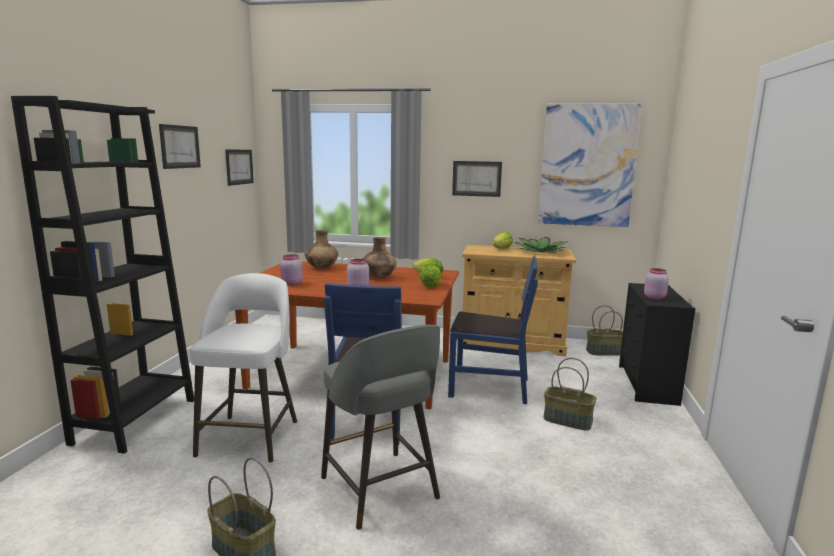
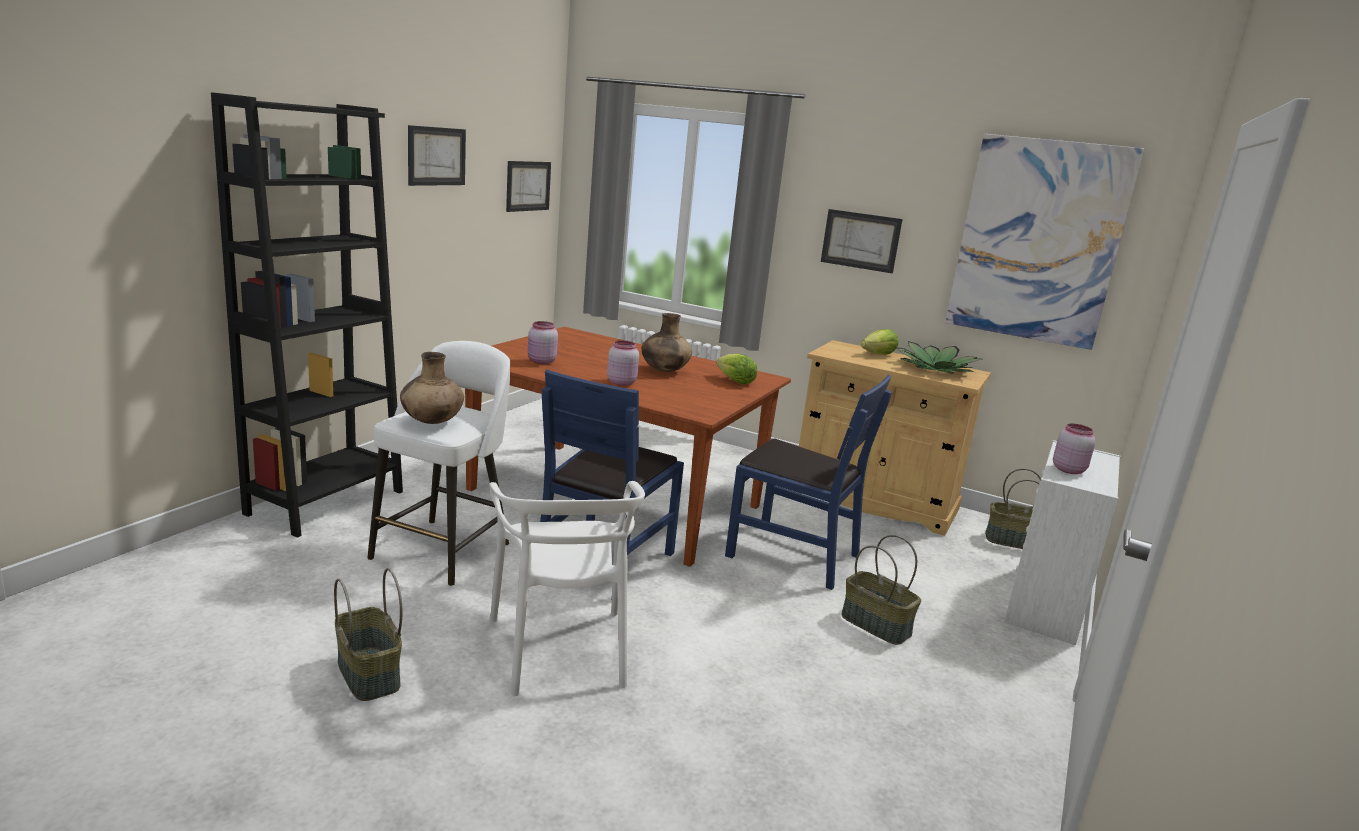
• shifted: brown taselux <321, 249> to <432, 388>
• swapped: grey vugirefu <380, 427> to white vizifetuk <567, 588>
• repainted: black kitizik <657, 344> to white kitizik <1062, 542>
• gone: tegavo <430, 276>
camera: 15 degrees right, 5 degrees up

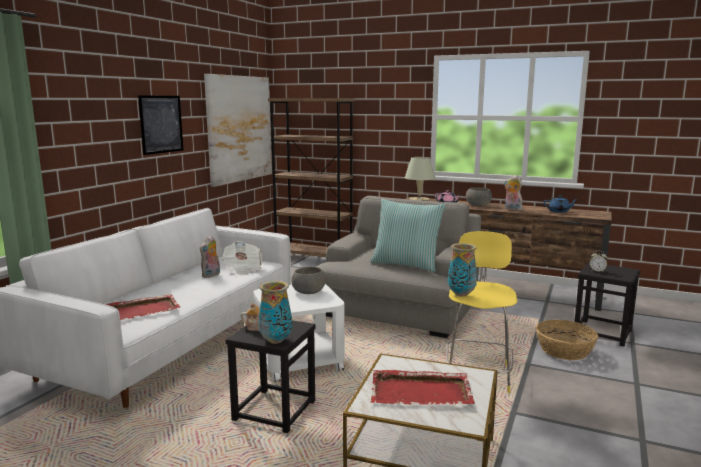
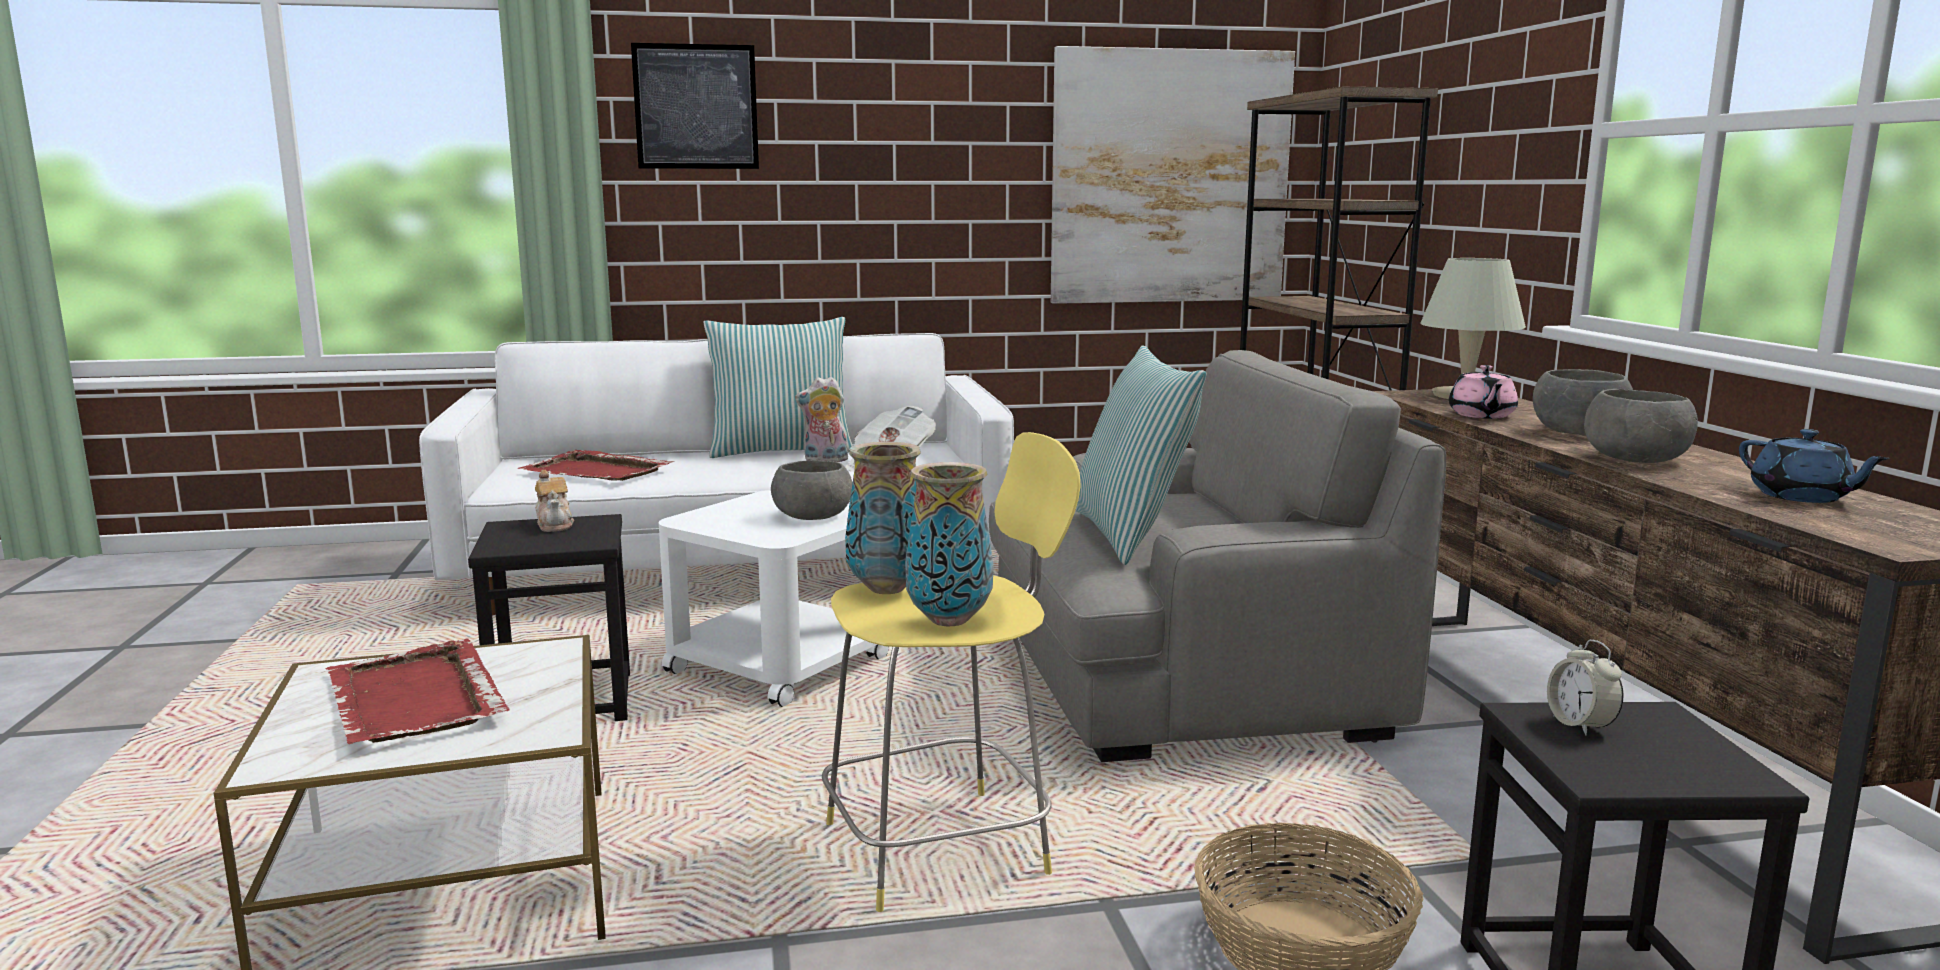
• shifted: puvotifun <160, 125> to <695, 106>
• new: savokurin <778, 387>
• shifted: taselux <275, 312> to <949, 544>
• swapped: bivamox <513, 193> to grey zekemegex <1641, 426>
camera: 55 degrees right, 0 degrees up

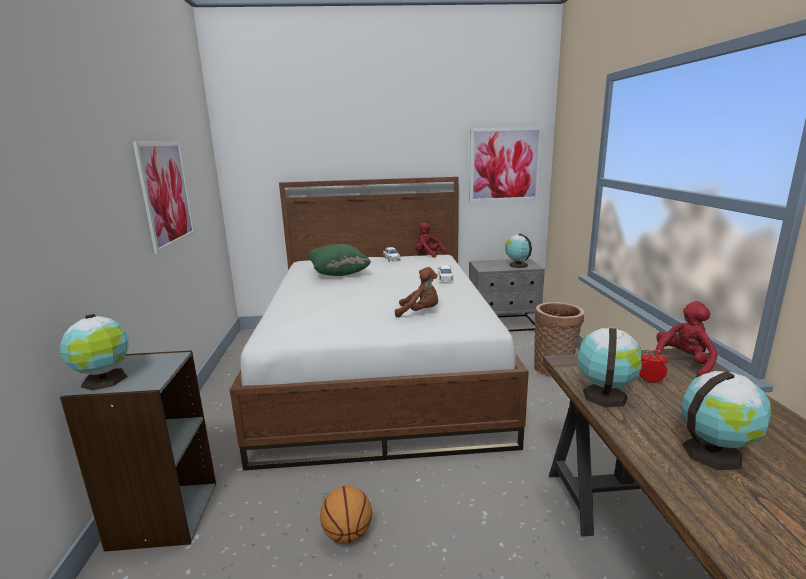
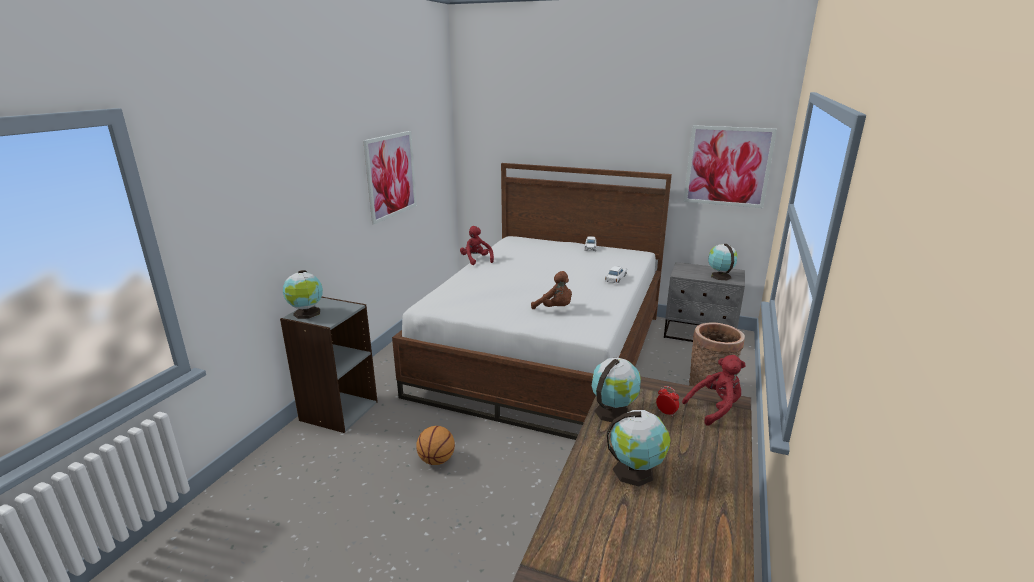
• shifted: red bivamox <431, 240> to <477, 245>
• gone: green savokurin <339, 260>
camera: 25 degrees right, 5 degrees up

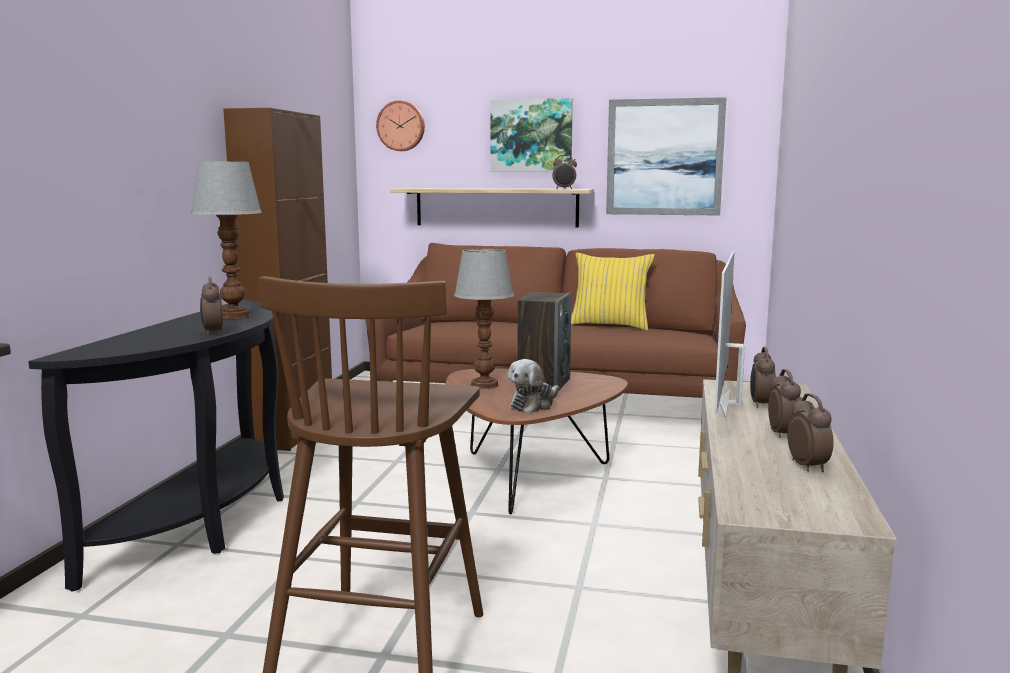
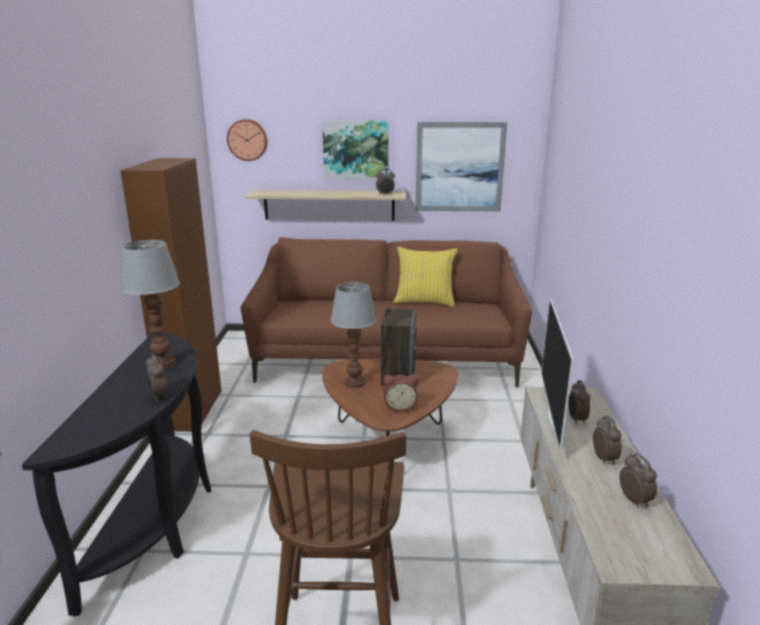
• swapped: bivamox <533, 386> to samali <400, 393>
camera: 10 degrees left, 10 degrees up

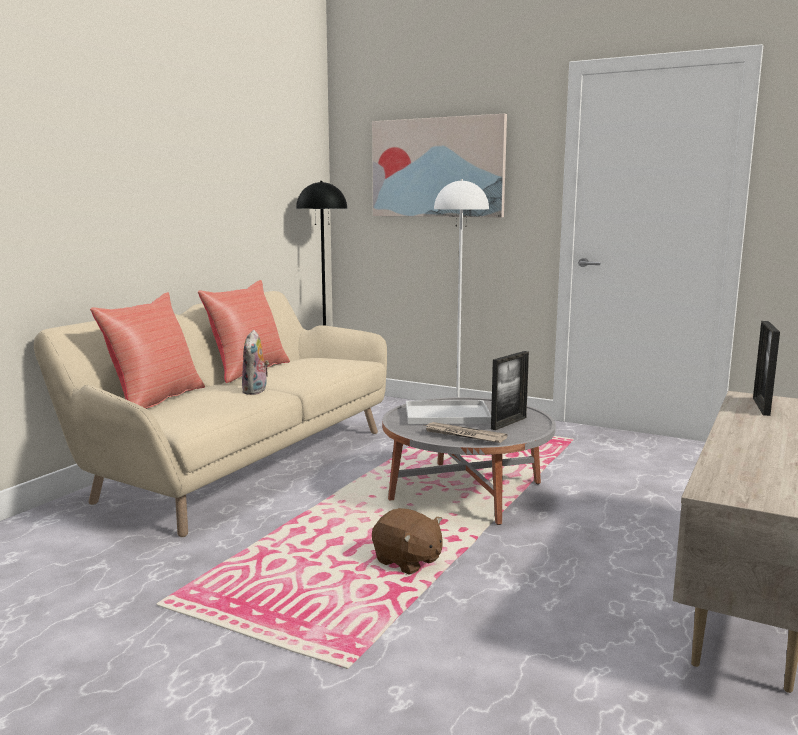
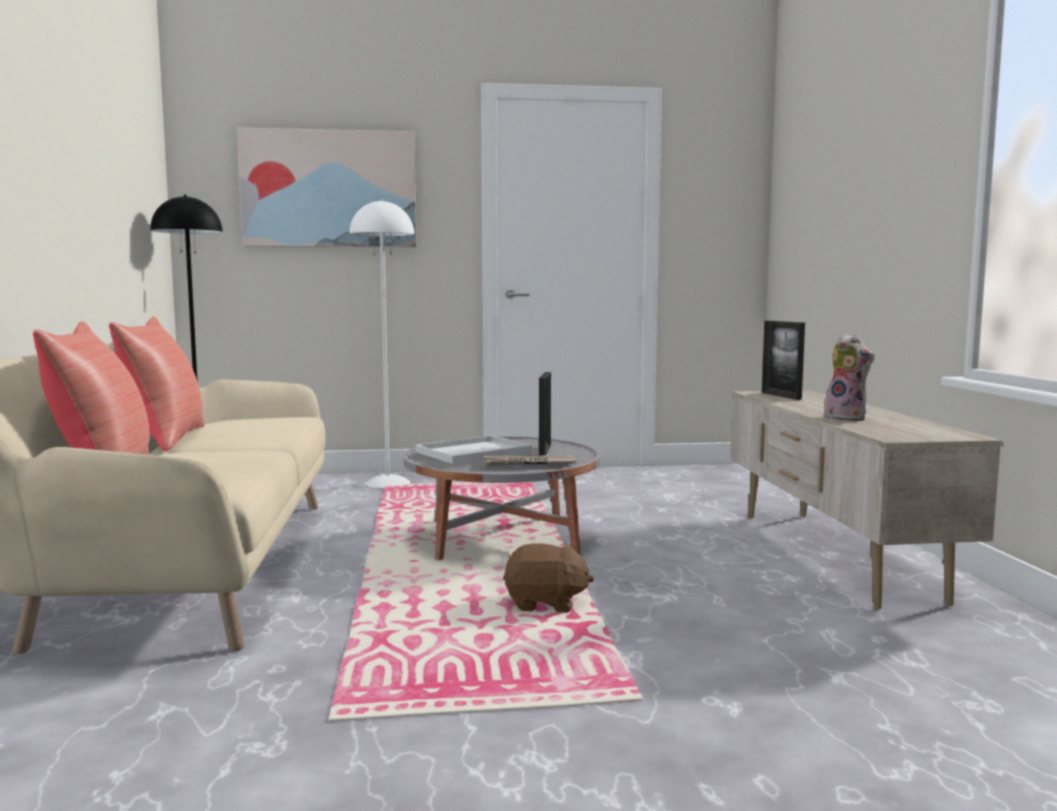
• shifted: bivamox <255, 362> to <849, 377>
camera: 35 degrees left, 5 degrees down

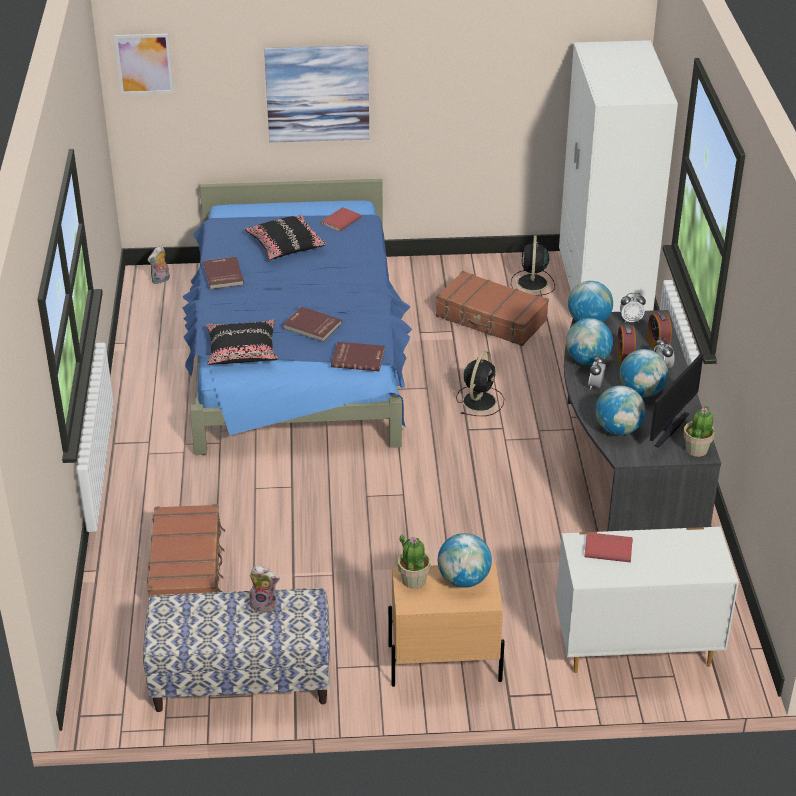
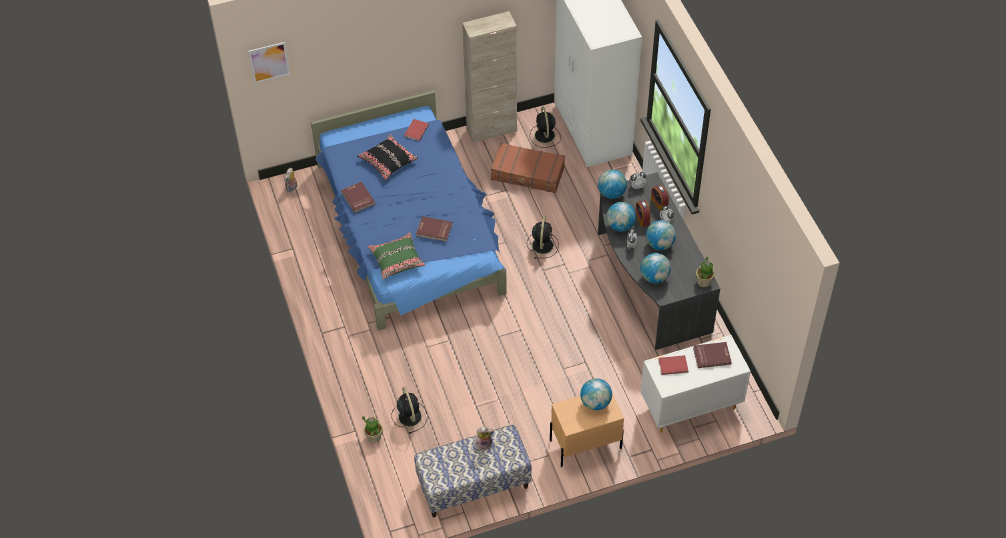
• shifted: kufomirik <414, 562> to <372, 429>
• repainted: black savokurin <242, 342> to green savokurin <397, 255>
• swapped: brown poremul <186, 550> to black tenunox <409, 410>
• new: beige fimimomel <489, 77>
• shifted: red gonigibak <358, 356> to <712, 355>
• gone: puvotifun <316, 94>
• gone: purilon <677, 400>
camera: 15 degrees left, 15 degrees up

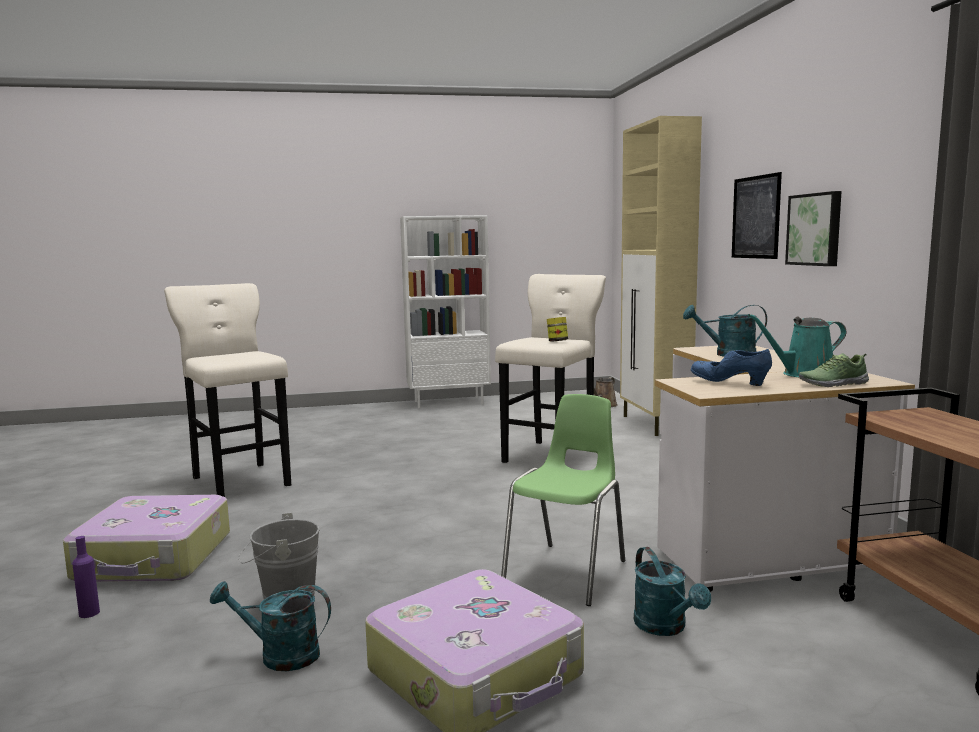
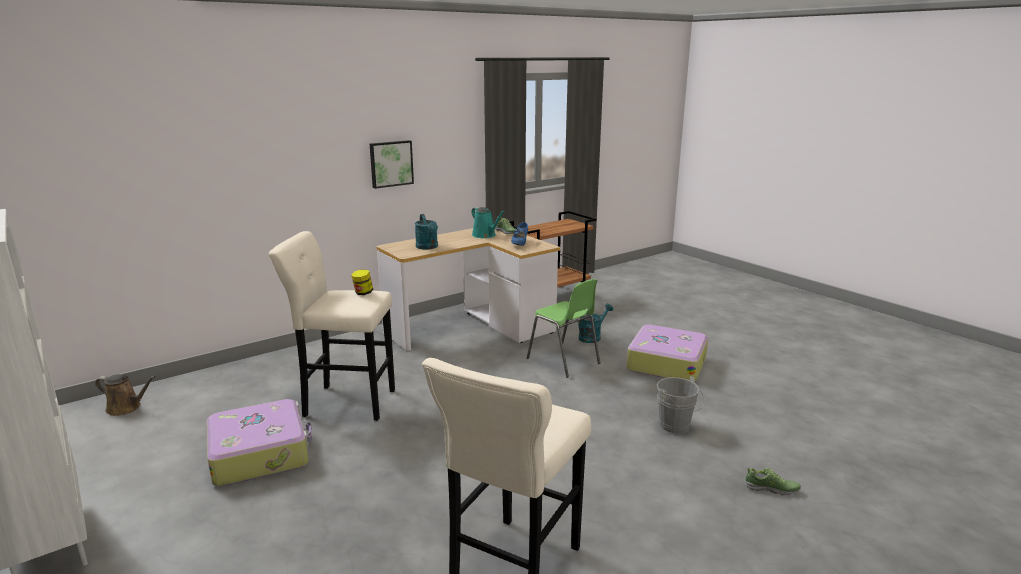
• shifted: poremul <146, 538> to <259, 442>
• rotated: green vizifetuk <563, 500> = <563, 328> 135 degrees counterclockwise
• swapped: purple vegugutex <86, 577> to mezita <772, 481>
• gone: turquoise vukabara <270, 626>
• gone: beige fimimomel <661, 276>
• gone: puvotifun <757, 215>
camera: 115 degrees left, 10 degrees up

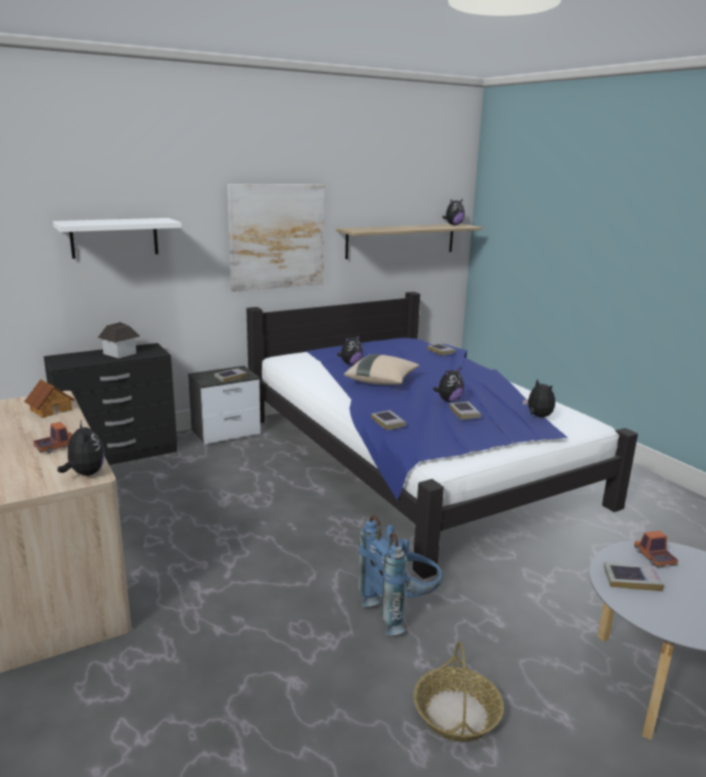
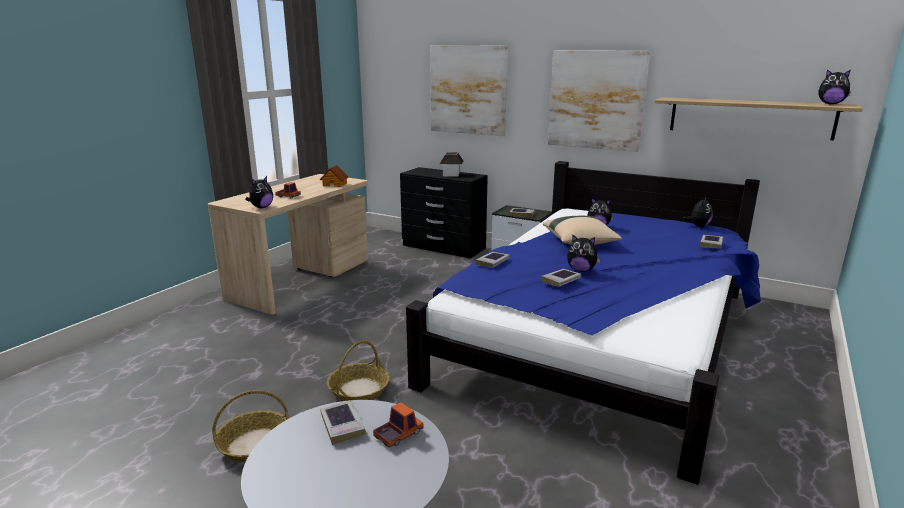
• swapped: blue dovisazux <400, 575> to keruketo <358, 370>
• swapped: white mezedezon <117, 238> to puvotifun <469, 91>
• shifted: bivamox <539, 398> to <698, 211>
camera: 60 degrees right, 0 degrees up

